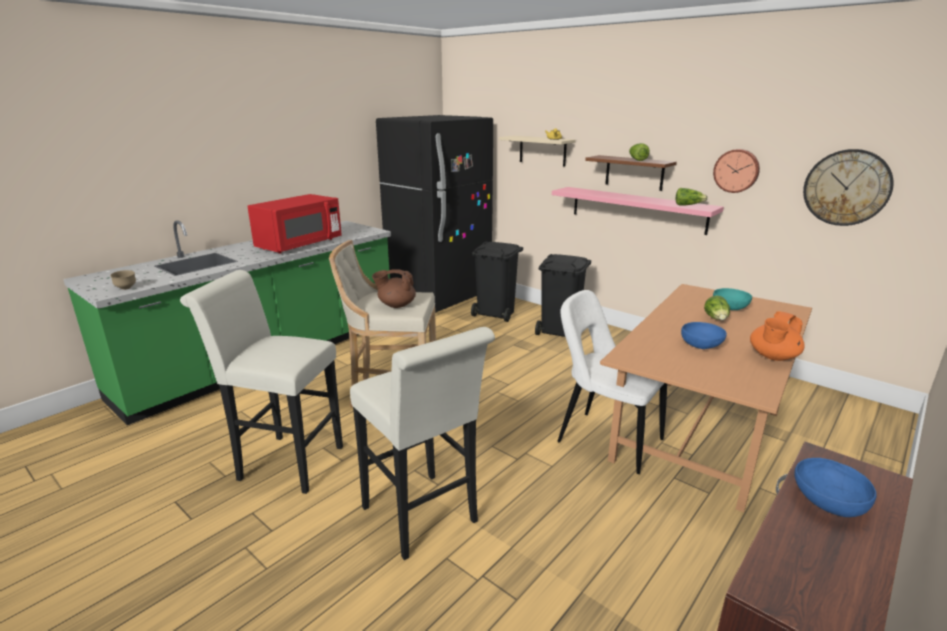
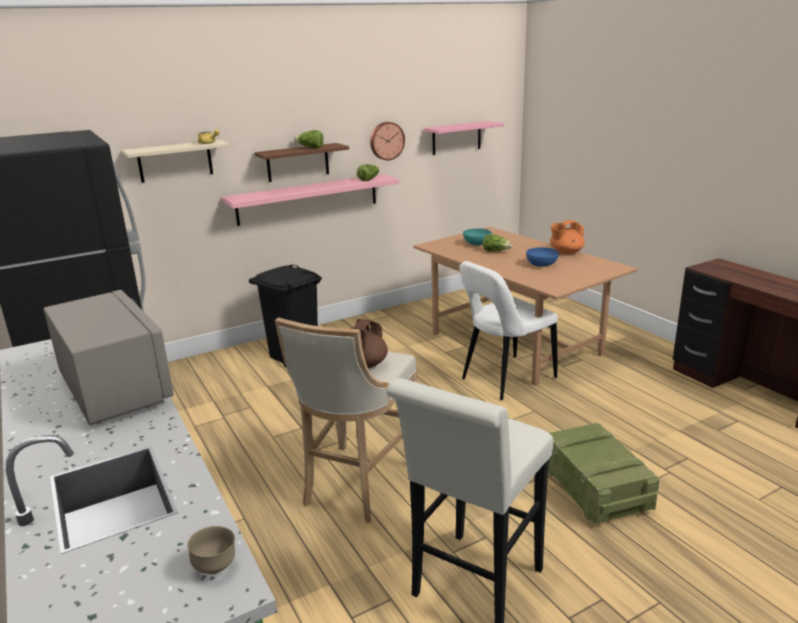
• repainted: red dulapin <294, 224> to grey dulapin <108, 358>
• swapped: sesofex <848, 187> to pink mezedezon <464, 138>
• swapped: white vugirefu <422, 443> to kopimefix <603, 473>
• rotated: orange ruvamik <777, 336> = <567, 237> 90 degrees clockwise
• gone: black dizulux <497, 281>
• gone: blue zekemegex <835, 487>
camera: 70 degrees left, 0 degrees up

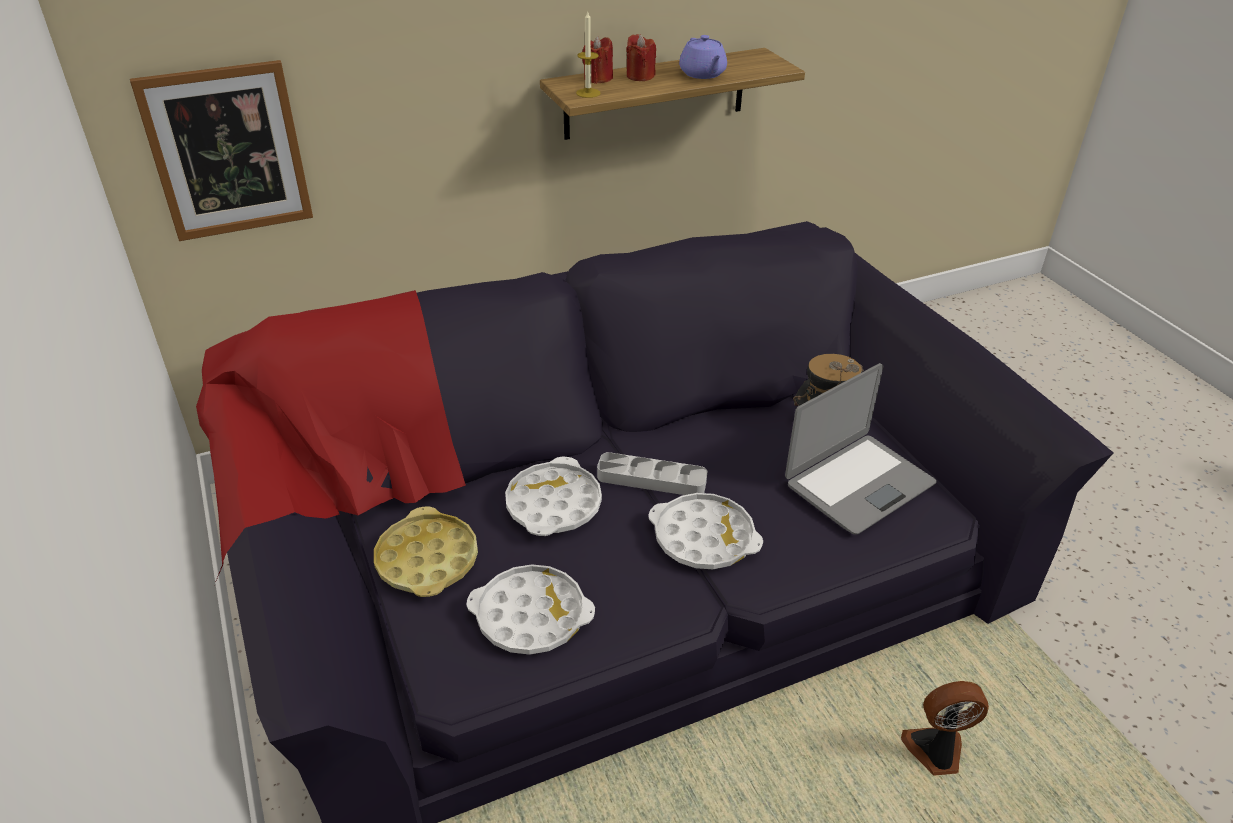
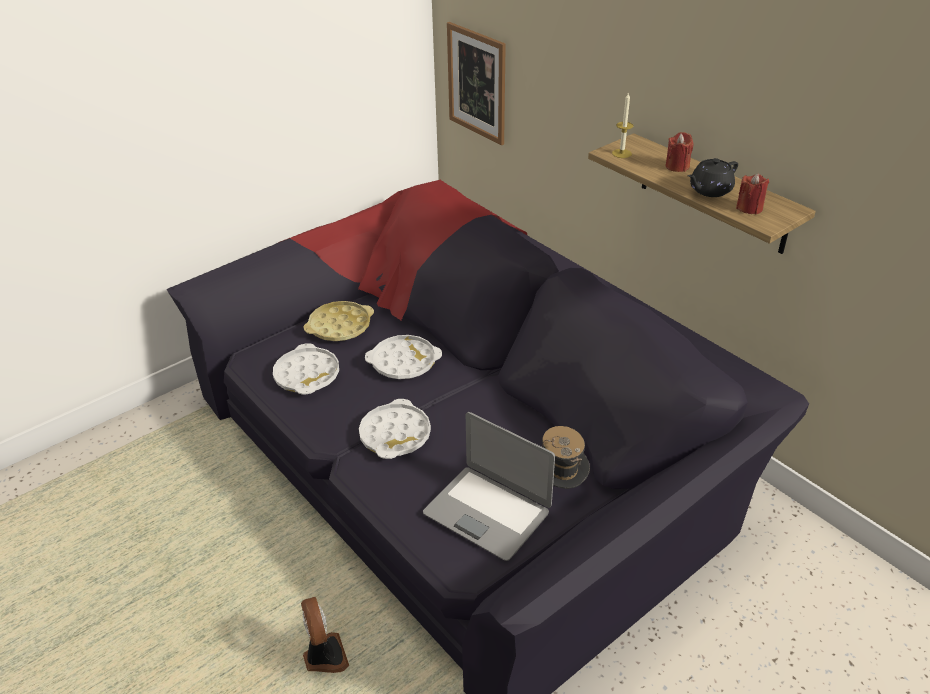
• repainted: purple ruvamik <703, 57> to black ruvamik <713, 177>
• shifted: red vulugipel <597, 60> to <752, 194>
• gone: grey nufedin <652, 473>
camera: 75 degrees right, 0 degrees up

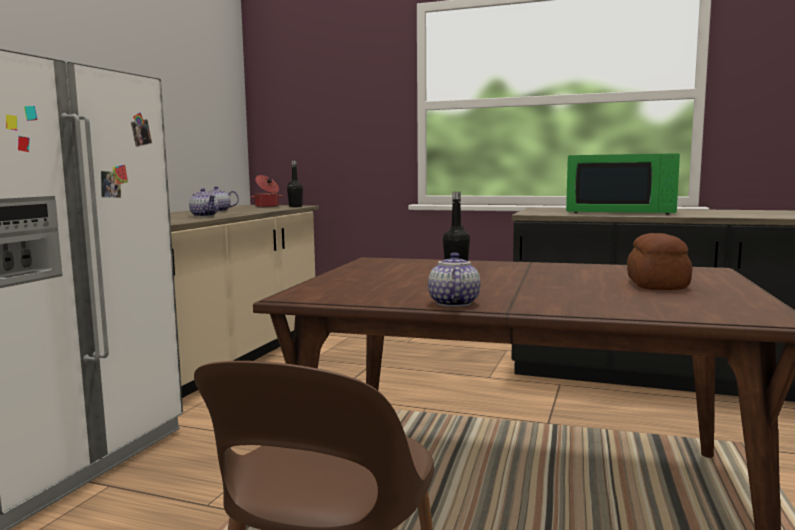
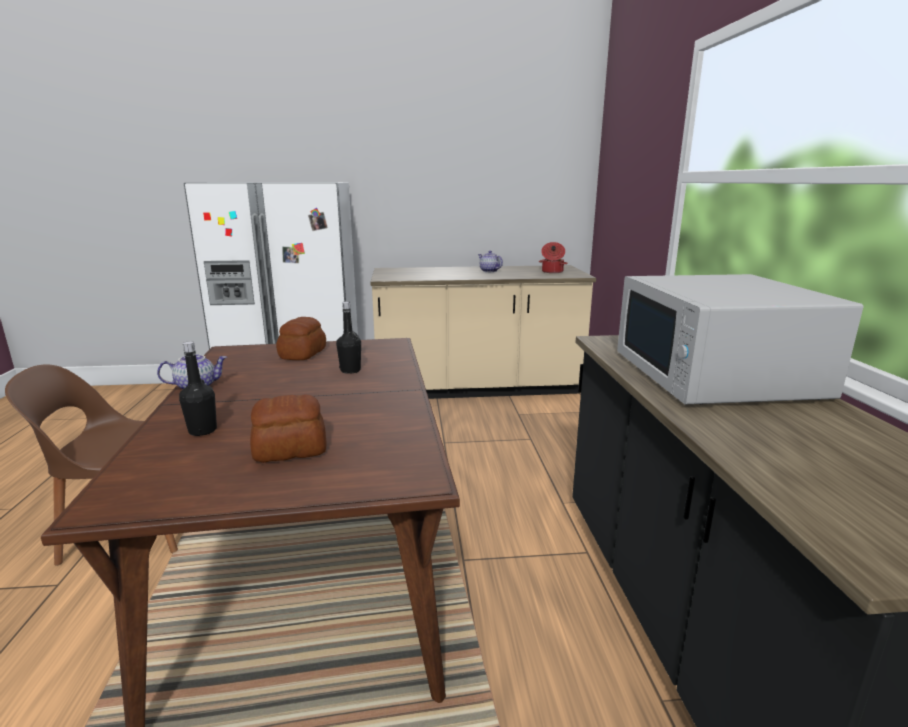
• shifted: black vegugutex <295, 184> to <198, 388>
• new: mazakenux <301, 338>
• repainted: green dulapin <623, 183> to white dulapin <740, 339>
• gone: ruvamik <204, 202>
camera: 65 degrees right, 10 degrees up

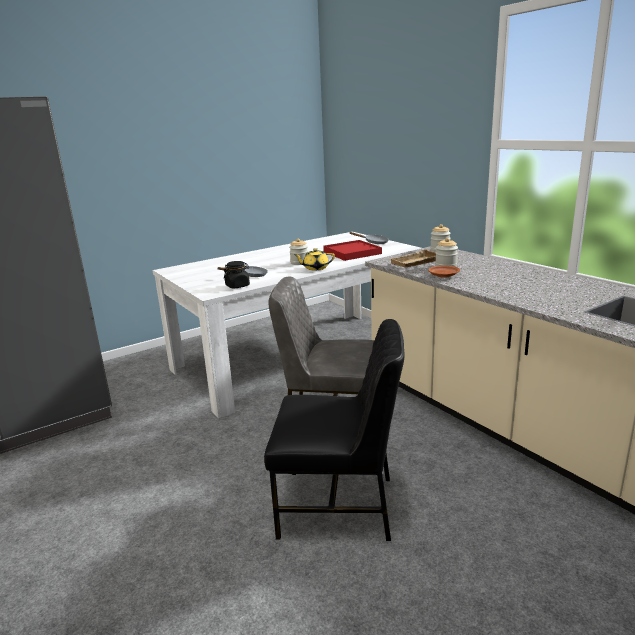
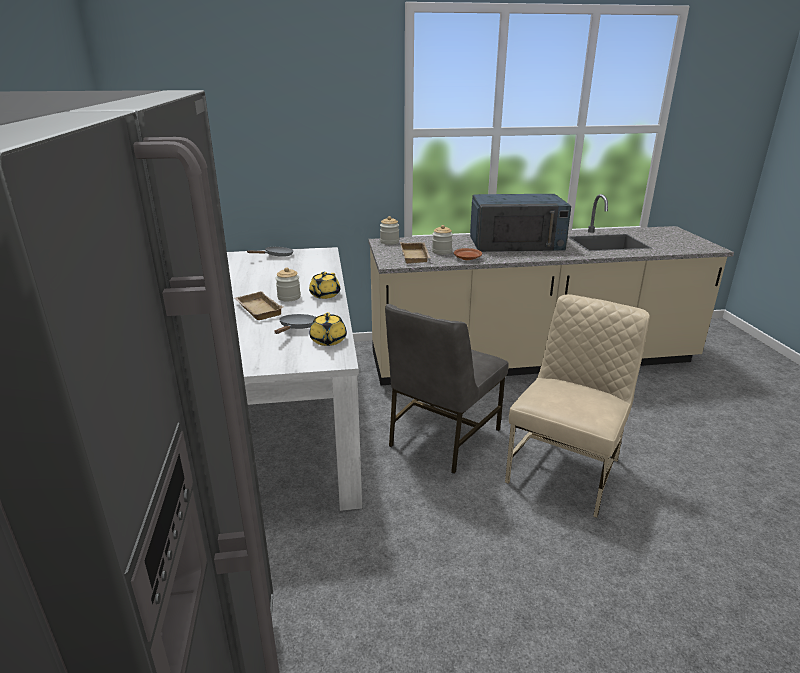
• new: beige nufedin <258, 305>
• swapped: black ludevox <237, 274> to yellow ruvamik <328, 329>
• new: blue dulapin <520, 223>
• repainted: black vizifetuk <334, 430> to beige vizifetuk <577, 406>
• gone: red nufedin <352, 250>
camera: 65 degrees left, 5 degrees up

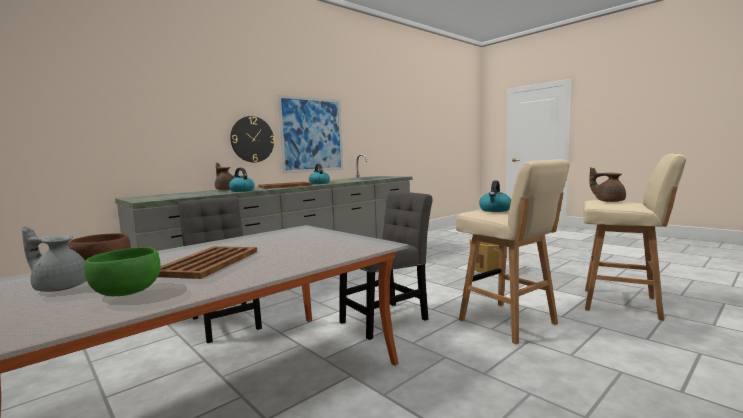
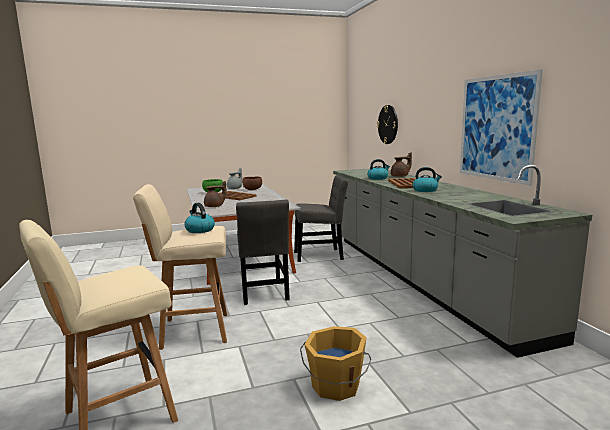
• shifted: brown ruvamik <607, 184> to <215, 194>
• shifted: sesofex <252, 139> to <387, 124>
camera: 115 degrees right, 5 degrees up

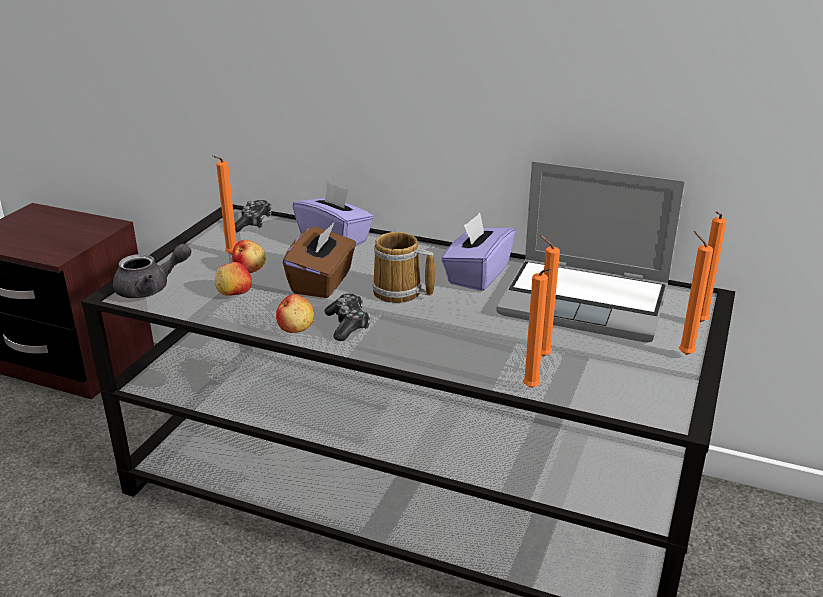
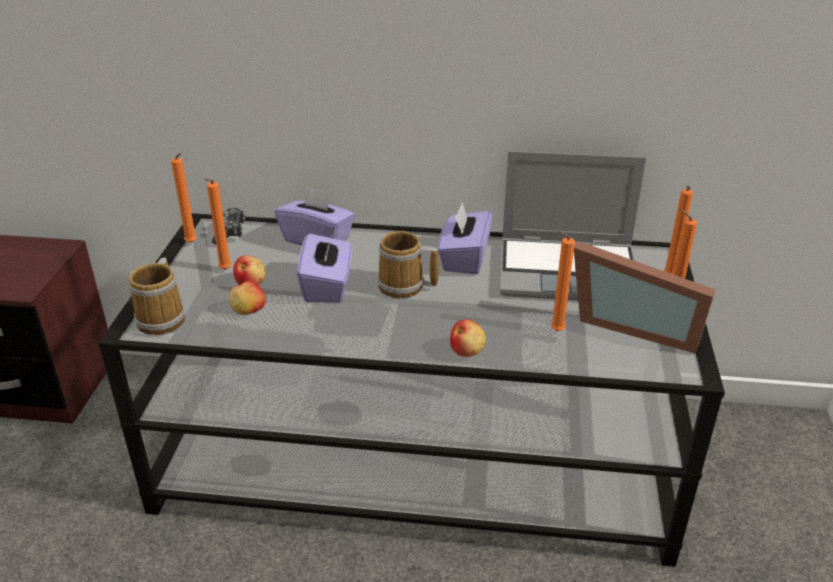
• swapped: grey ruvamik <152, 271> to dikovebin <157, 296>
• shifted: orange vulugipel <537, 328> to <184, 198>
• repainted: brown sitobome <319, 260> to purple sitobome <324, 266>
• shifted: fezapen <295, 313> to <468, 338>
• new: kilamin <645, 297>
• gone: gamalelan <347, 317>
camera: 15 degrees left, 5 degrees up

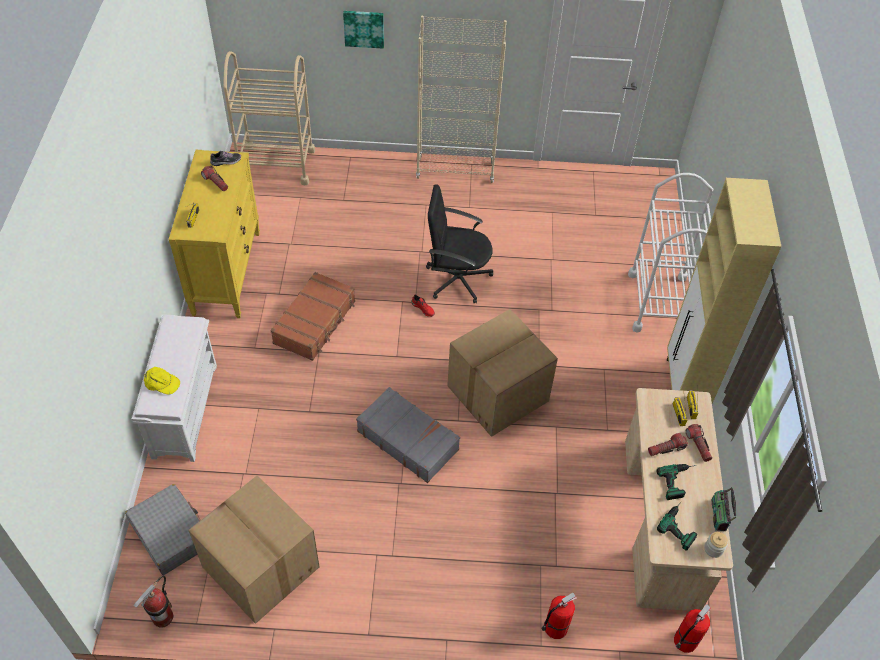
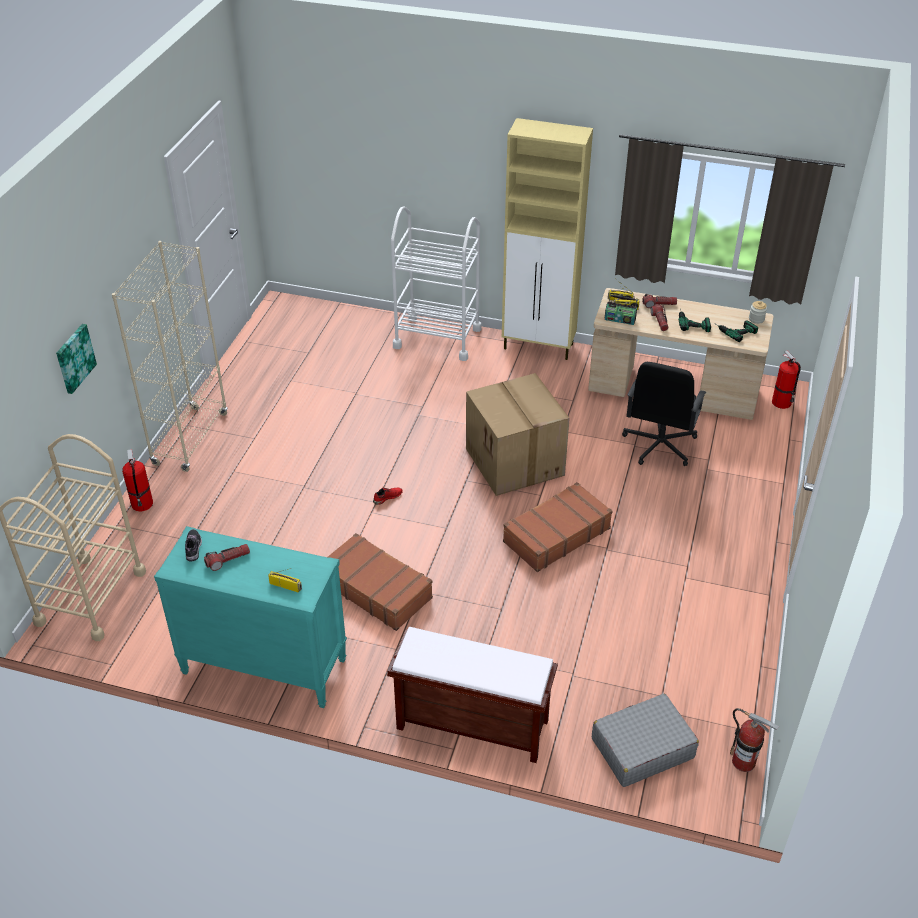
• shifted: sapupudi <559, 616> to <137, 480>
• repainted: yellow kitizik <214, 234> to turquoise kitizik <250, 617>
• repainted: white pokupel <174, 388> to brown pokupel <472, 695>
• repainted: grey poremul <408, 435> to brown poremul <558, 527>
• shifted: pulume <724, 509> to <621, 310>
• shifted: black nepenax <459, 244> to <664, 414>
• gone: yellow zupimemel <162, 381>
• gone: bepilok <254, 550>
camera: 75 degrees left, 10 degrees down

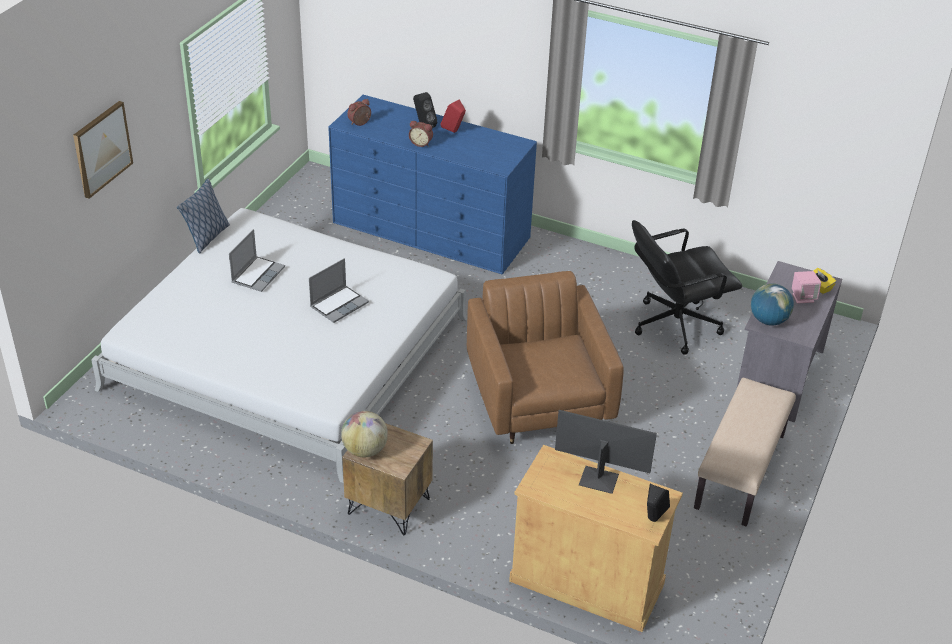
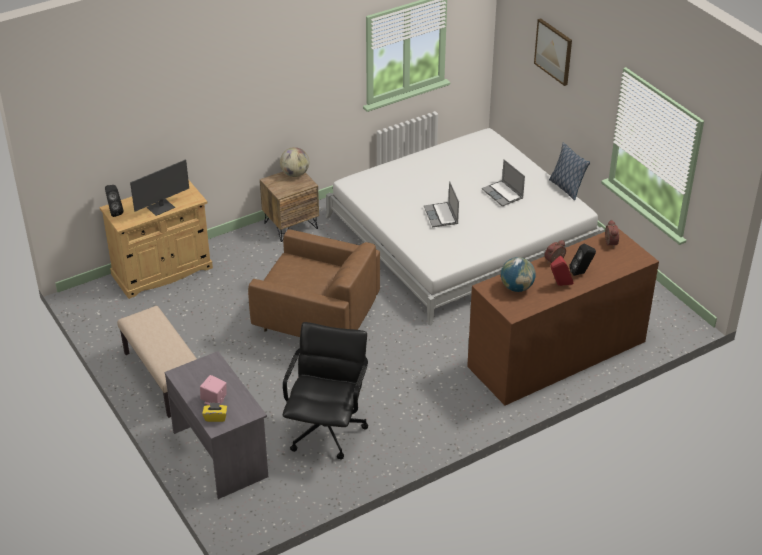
• repainted: blue kitizik <432, 184> to brown kitizik <563, 317>
• shifted: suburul <772, 304> to <518, 274>
camera: 125 degrees right, 0 degrees up

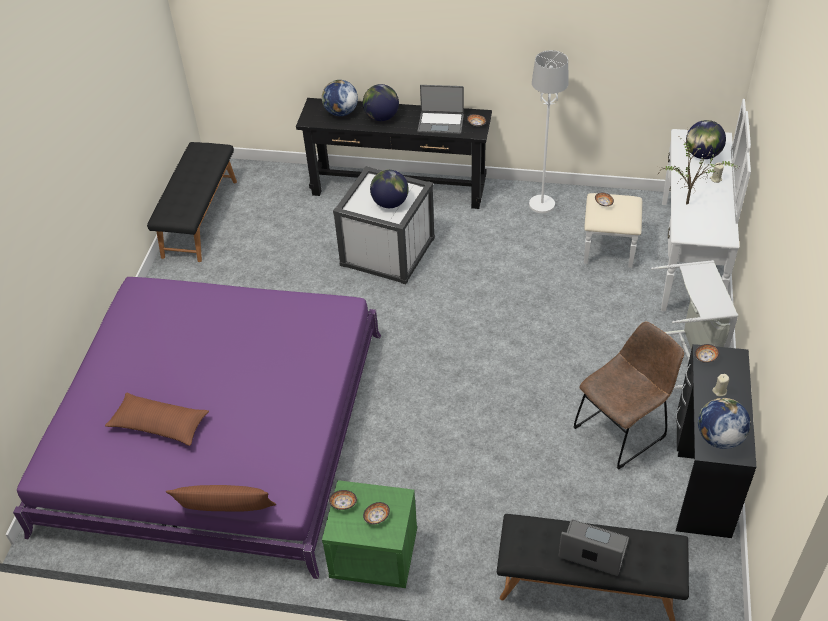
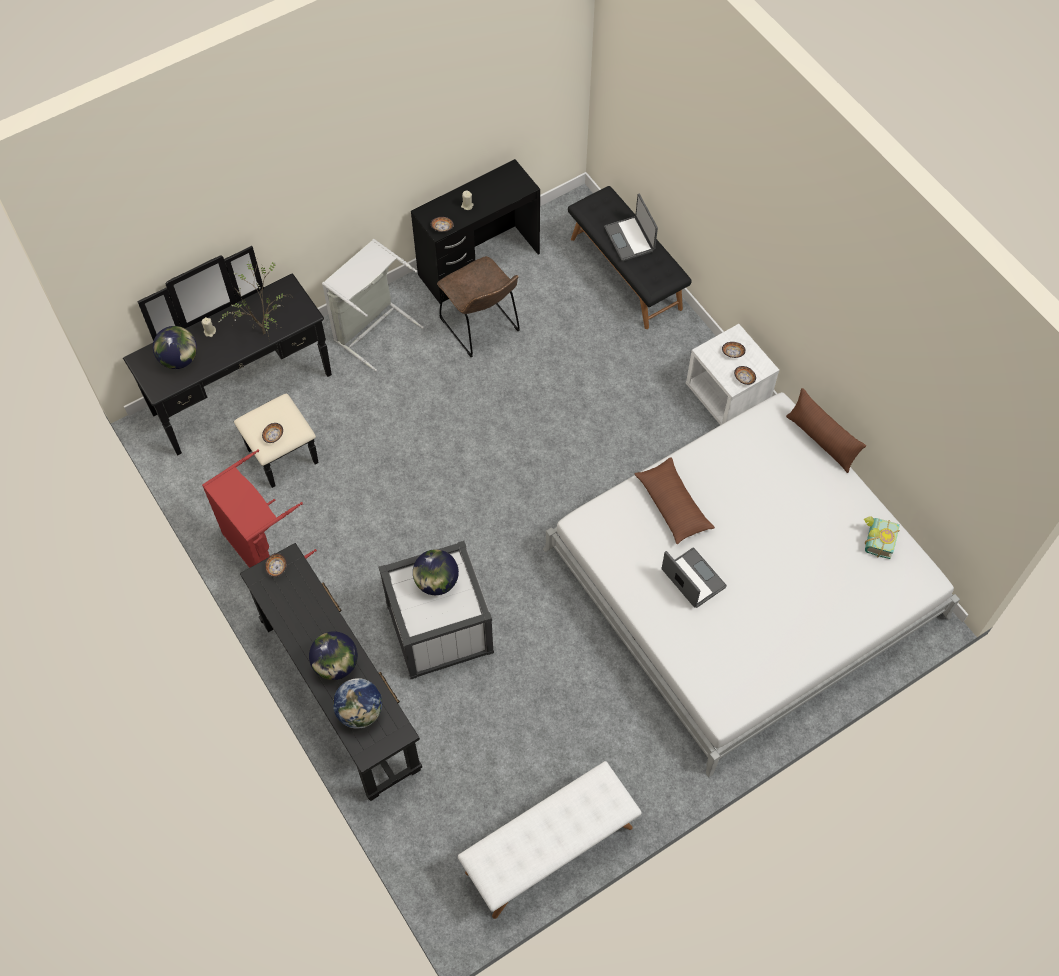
• repainted: white kitizik <667, 205> to black kitizik <227, 367>
• swapped: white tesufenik <549, 131> to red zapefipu <259, 508>
• rotated: brown vizifetuk <628, 395> = <478, 306> 135 degrees counterclockwise
• repainted: black pokupel <192, 202> to white pokupel <550, 840>
• repainted: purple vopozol <197, 428> to white vopozol <751, 584>
• shifted: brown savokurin <157, 419> to <674, 500>
• shifted: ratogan <441, 110> to <694, 578>
• repainted: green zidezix <369, 534> to white zidezix <732, 374>
• new: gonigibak <882, 537>
• gone: suburul <724, 423>
camera: 135 degrees left, 15 degrees up

